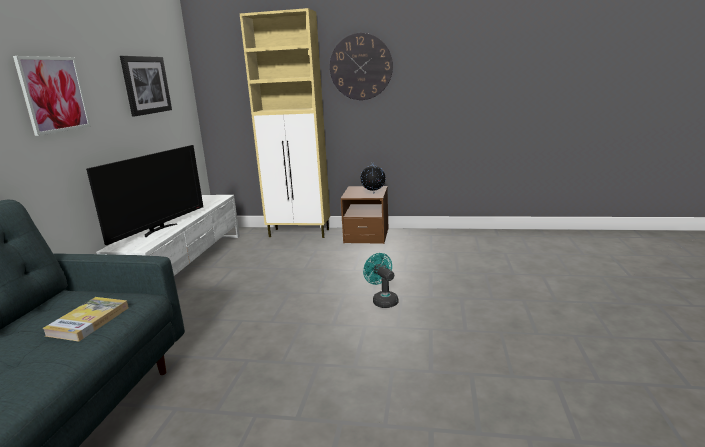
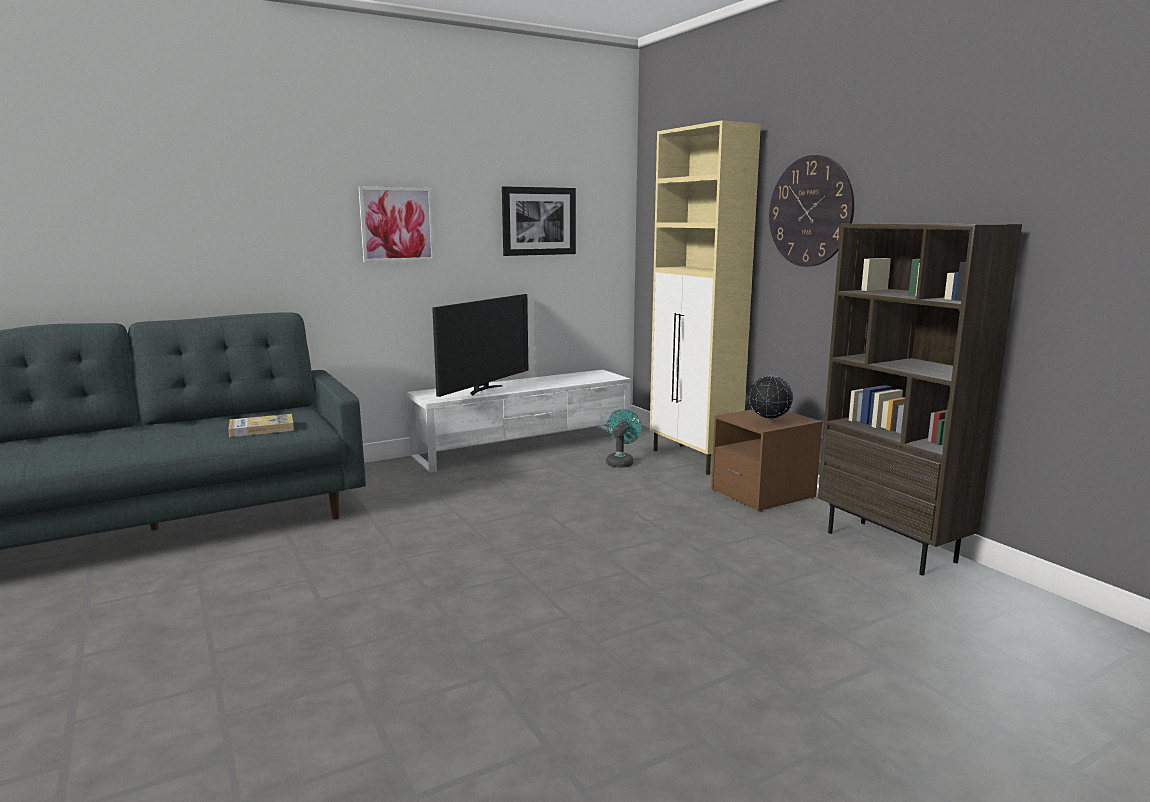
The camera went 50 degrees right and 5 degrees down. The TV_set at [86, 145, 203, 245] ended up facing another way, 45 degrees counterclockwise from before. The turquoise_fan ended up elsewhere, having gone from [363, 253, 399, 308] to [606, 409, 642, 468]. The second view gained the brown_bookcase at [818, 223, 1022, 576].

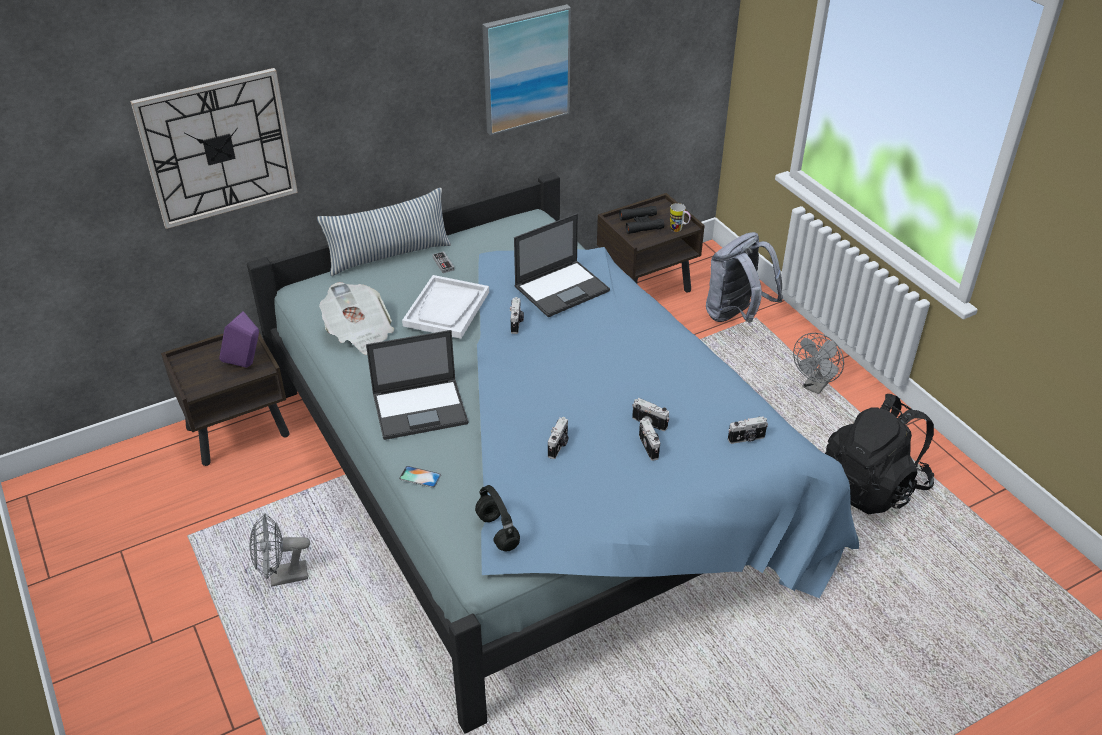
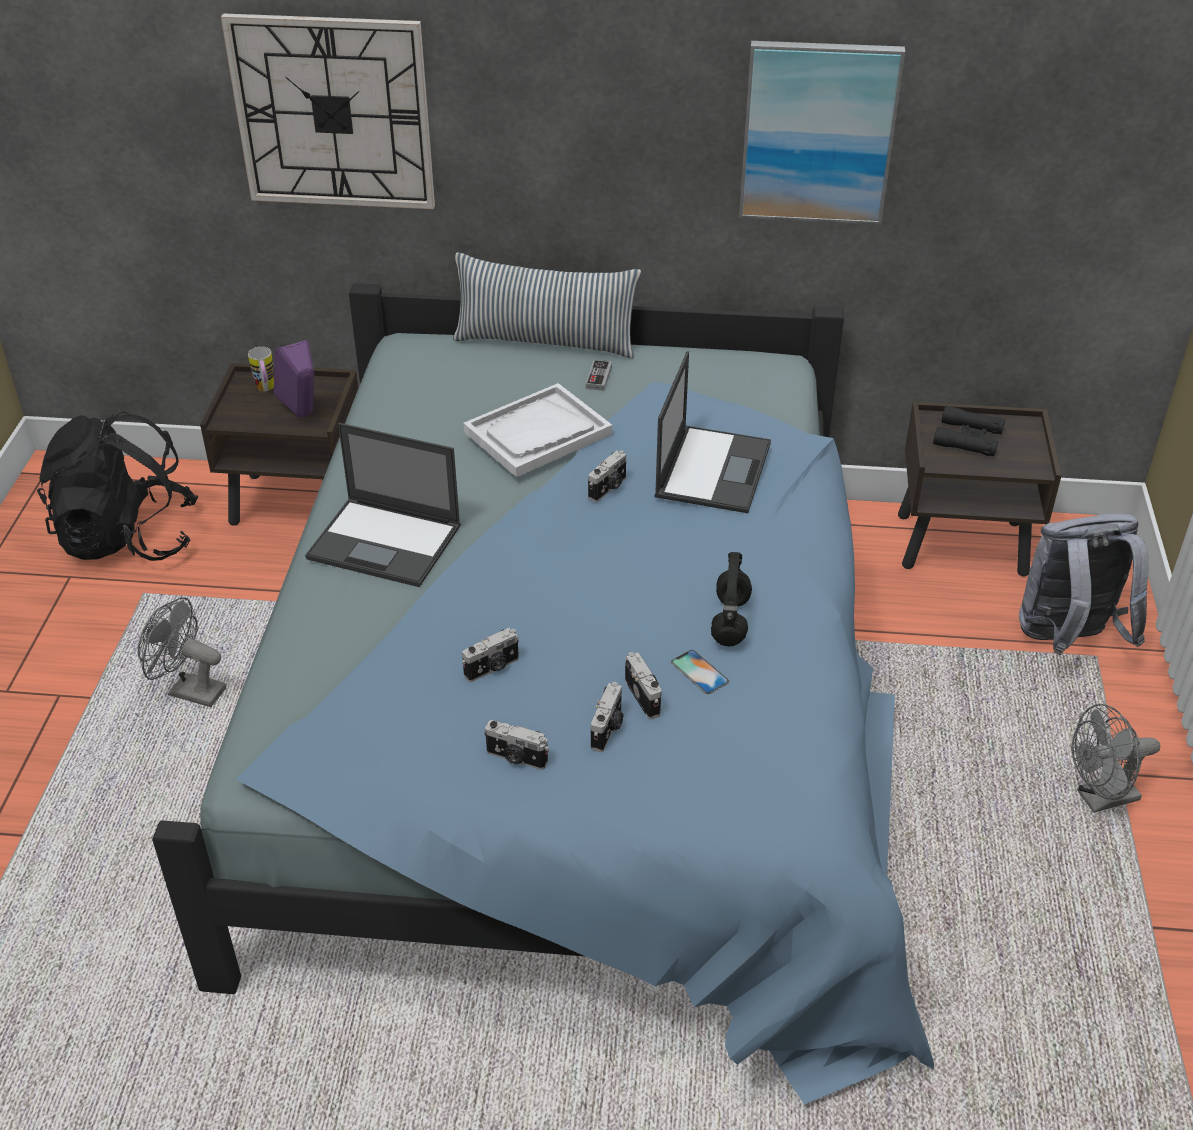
The camera went 35 degrees right and 0 degrees up. The blackish_rucksack ended up elsewhere, having gone from [825, 394, 934, 514] to [37, 412, 198, 561]. The tea_mug ended up elsewhere, having gone from [670, 203, 691, 232] to [248, 347, 274, 391]. The still_camera ended up elsewhere, having gone from [728, 416, 768, 444] to [485, 720, 549, 770]. The laptop at [514, 213, 610, 317] ended up facing another way, 75 degrees counterclockwise from before. The handset ended up elsewhere, having gone from [399, 466, 441, 488] to [671, 650, 729, 694]. The blackish_pair_of_headphones ended up elsewhere, having gone from [475, 485, 520, 551] to [711, 552, 752, 646]. The second view lost the printed_paper at [319, 282, 394, 355].

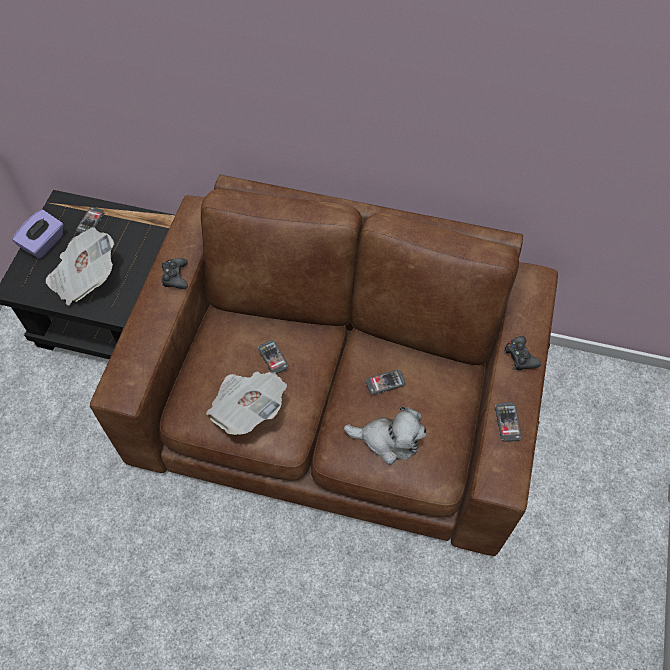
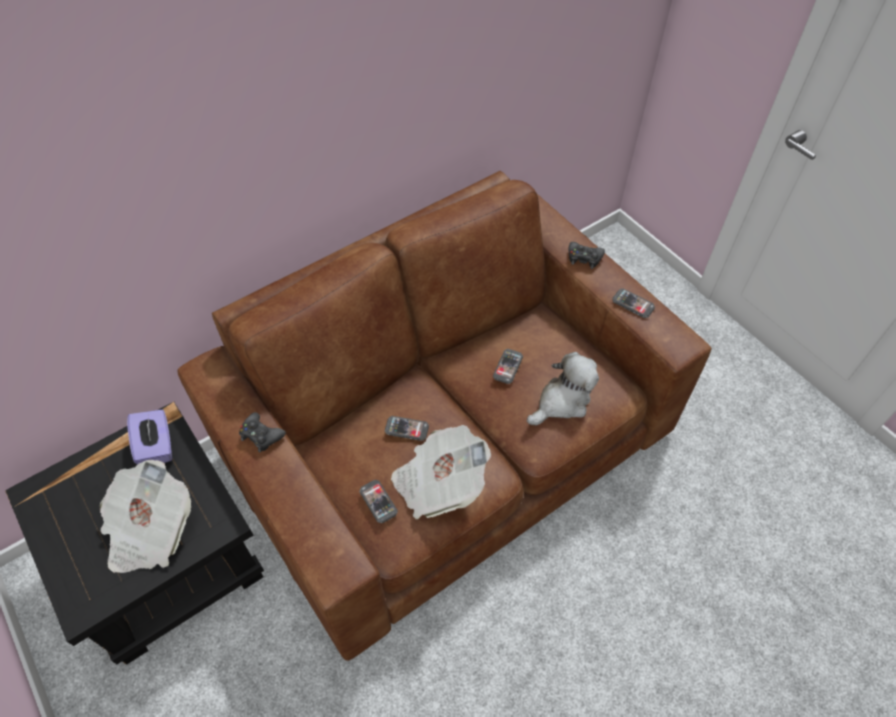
The camera went 50 degrees left and 5 degrees down. The purple-coloured_tissue_box ended up elsewhere, having gone from [12, 209, 63, 259] to [127, 410, 172, 465]. The handset ended up elsewhere, having gone from [76, 207, 104, 234] to [359, 480, 398, 523].

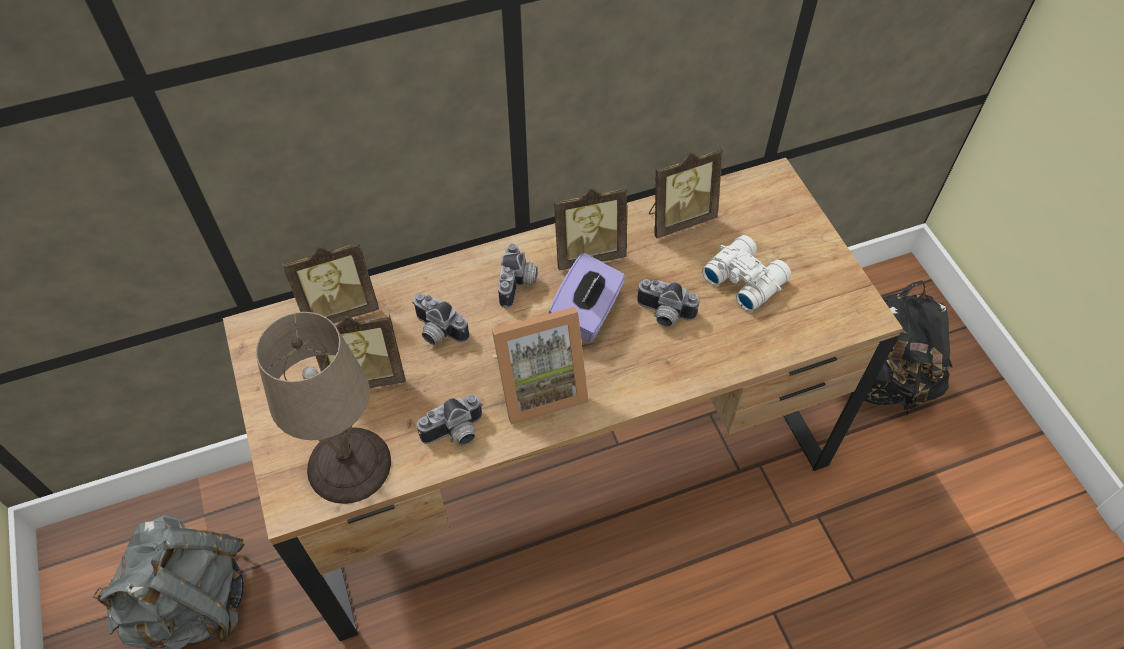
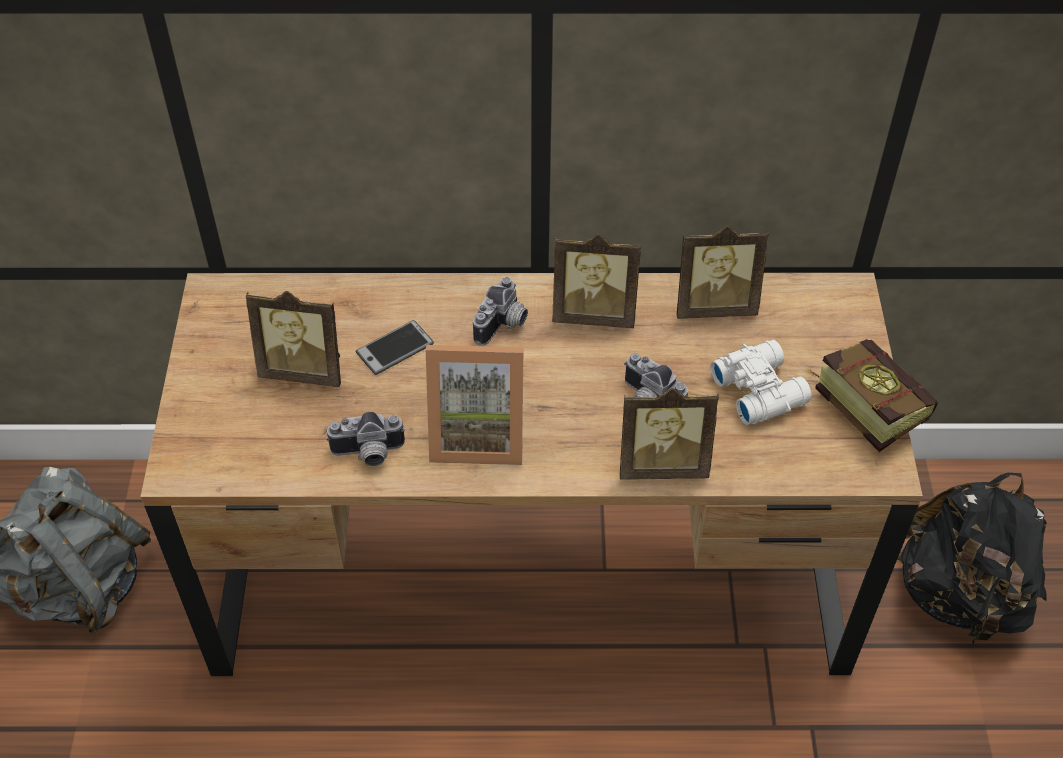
The camera went 20 degrees right and 5 degrees down. Where the still_camera stood at [412, 293, 469, 345], the handset came to stand at [356, 320, 434, 375]. The photo_frame ended up elsewhere, having gone from [282, 241, 379, 324] to [620, 388, 719, 480]. The second view gained the volume at [808, 339, 938, 452]. The second view lost the beige_lamp_for_a_table at [256, 312, 391, 504]. The second view lost the purple-coloured_tissue_box at [549, 253, 625, 342].

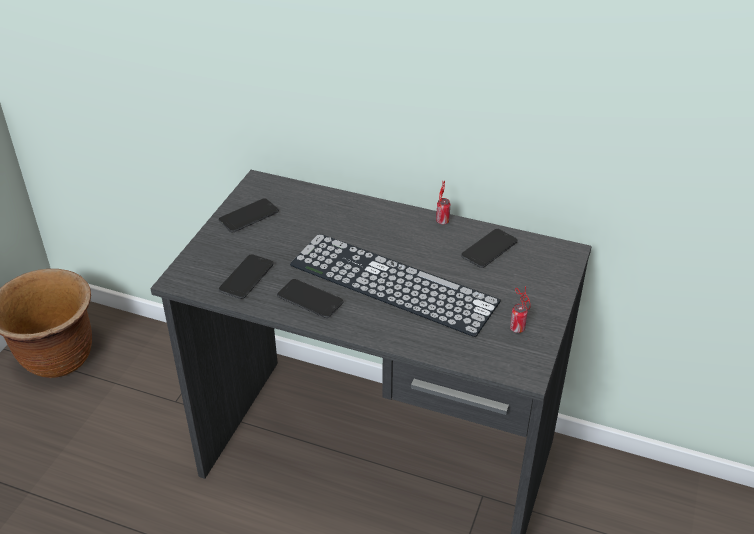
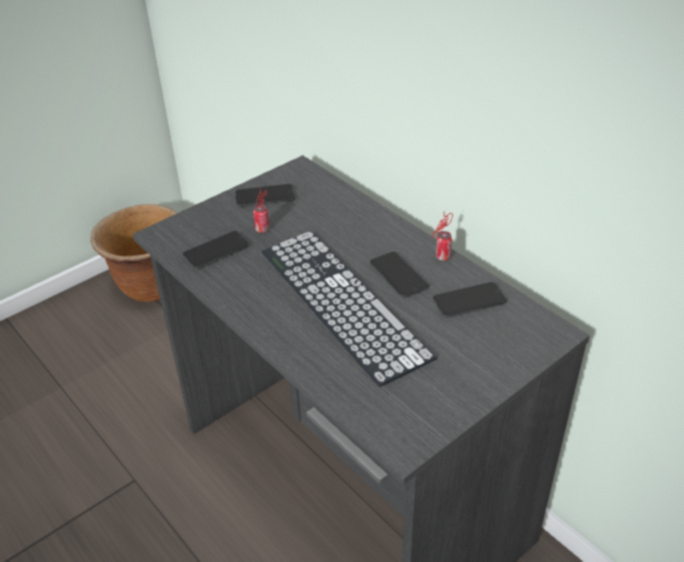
The camera went 30 degrees right and 0 degrees up. The sealed_can ended up elsewhere, having gone from [510, 286, 531, 333] to [253, 188, 269, 233]. The handset ended up elsewhere, having gone from [277, 279, 344, 318] to [370, 252, 429, 298].

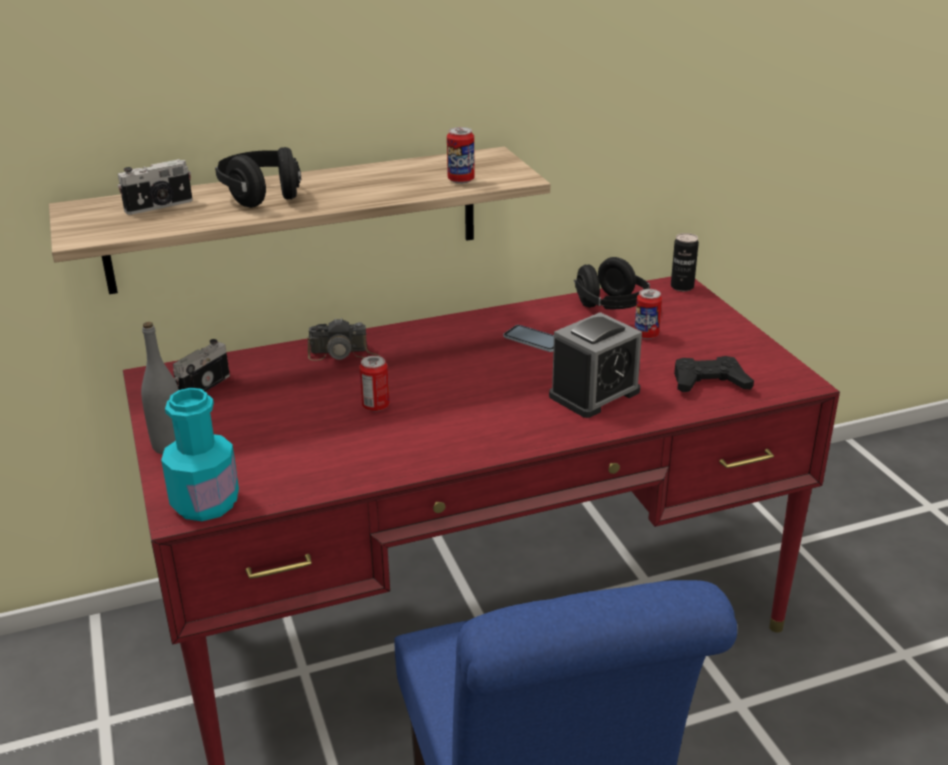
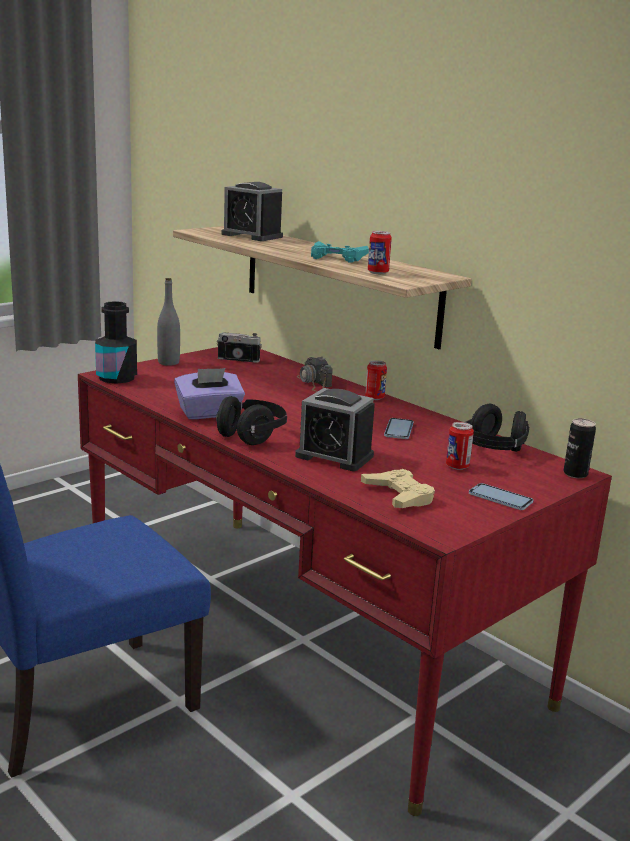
The camera went 65 degrees right and 10 degrees down. What was the turquoise_beverage_bottle at [161, 388, 239, 521] turned into the blackish_beverage_bottle at [95, 301, 137, 384]. The second view gained the purple-coloured_tissue_box at [174, 368, 245, 419]. The blackish_pair_of_headphones ended up elsewhere, having gone from [215, 147, 301, 208] to [216, 396, 287, 445]. Where the still_camera stood at [117, 159, 193, 215], the alarm_clock came to stand at [222, 182, 283, 241]. The second view gained the turquoise_game_controller at [311, 241, 369, 263]. What was the blackish_game_controller at [674, 356, 754, 392] turned into the beige_game_controller at [361, 469, 435, 508]. The sealed_can ended up elsewhere, having gone from [359, 356, 389, 412] to [365, 360, 387, 400]. The second view gained the handset at [469, 483, 533, 510].

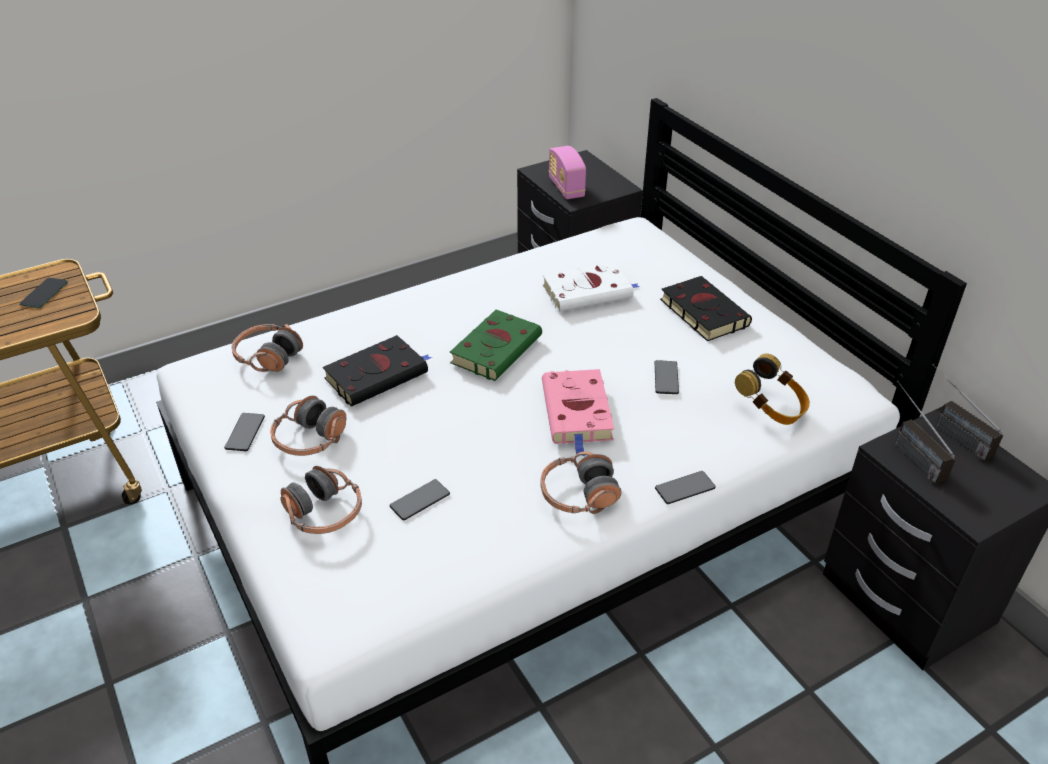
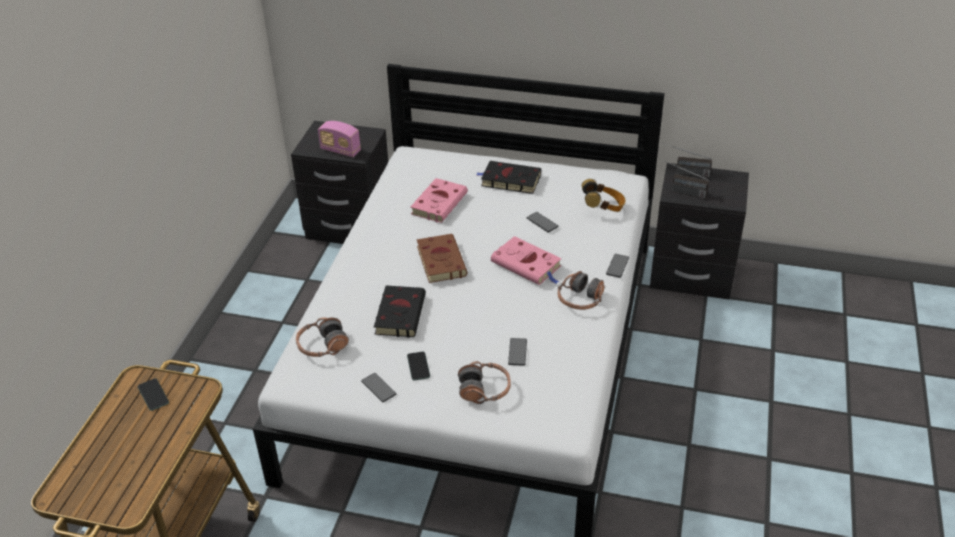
The camera went 45 degrees left and 0 degrees up. Where the pair_of_headphones stood at [270, 396, 346, 456], the handset came to stand at [407, 352, 430, 381]. What was the whitish_volume at [543, 262, 640, 312] turned into the pink_volume at [411, 178, 468, 223]. What was the green_volume at [450, 310, 542, 381] turned into the brown_volume at [417, 234, 467, 283].

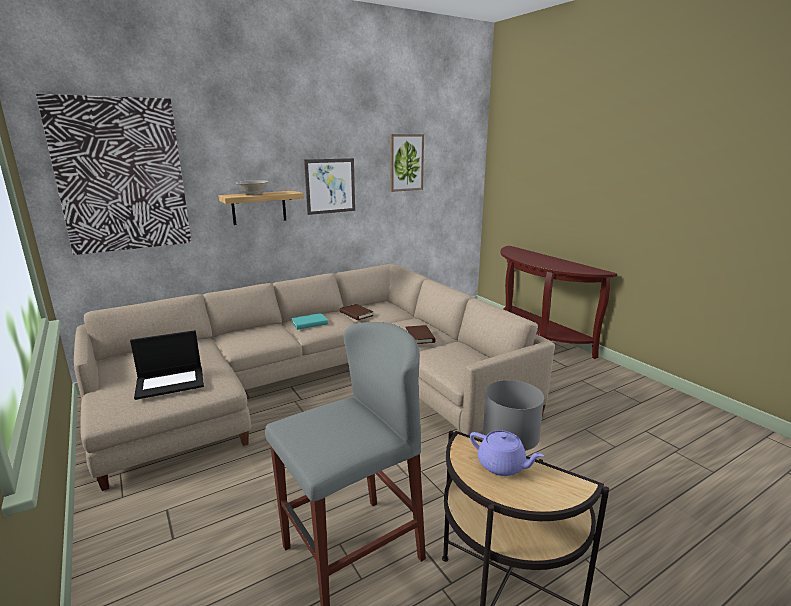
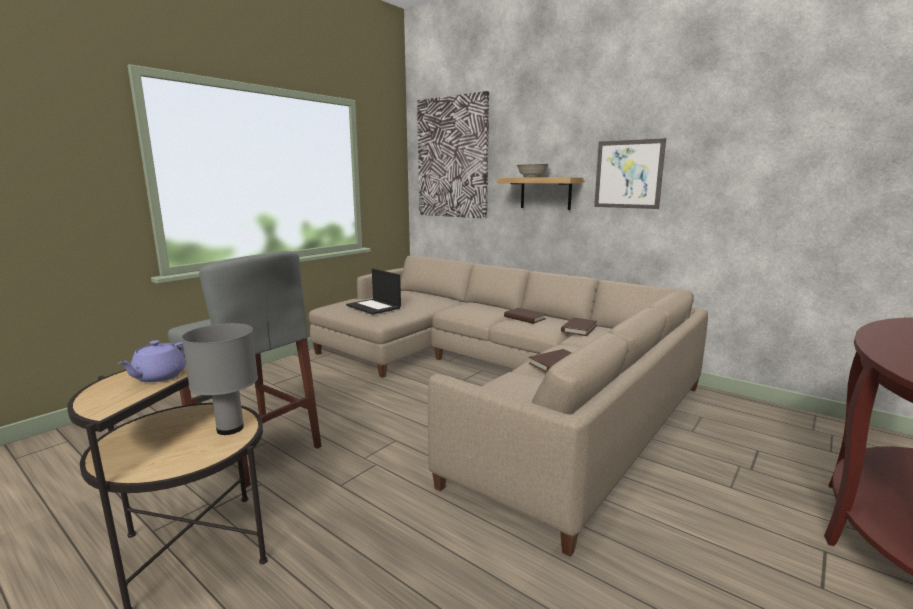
The camera went 70 degrees right and 5 degrees down. What was the turquoise_volume at [291, 313, 328, 330] turned into the brown_volume at [504, 308, 546, 324]. The second view lost the wall_art at [390, 134, 424, 192].

